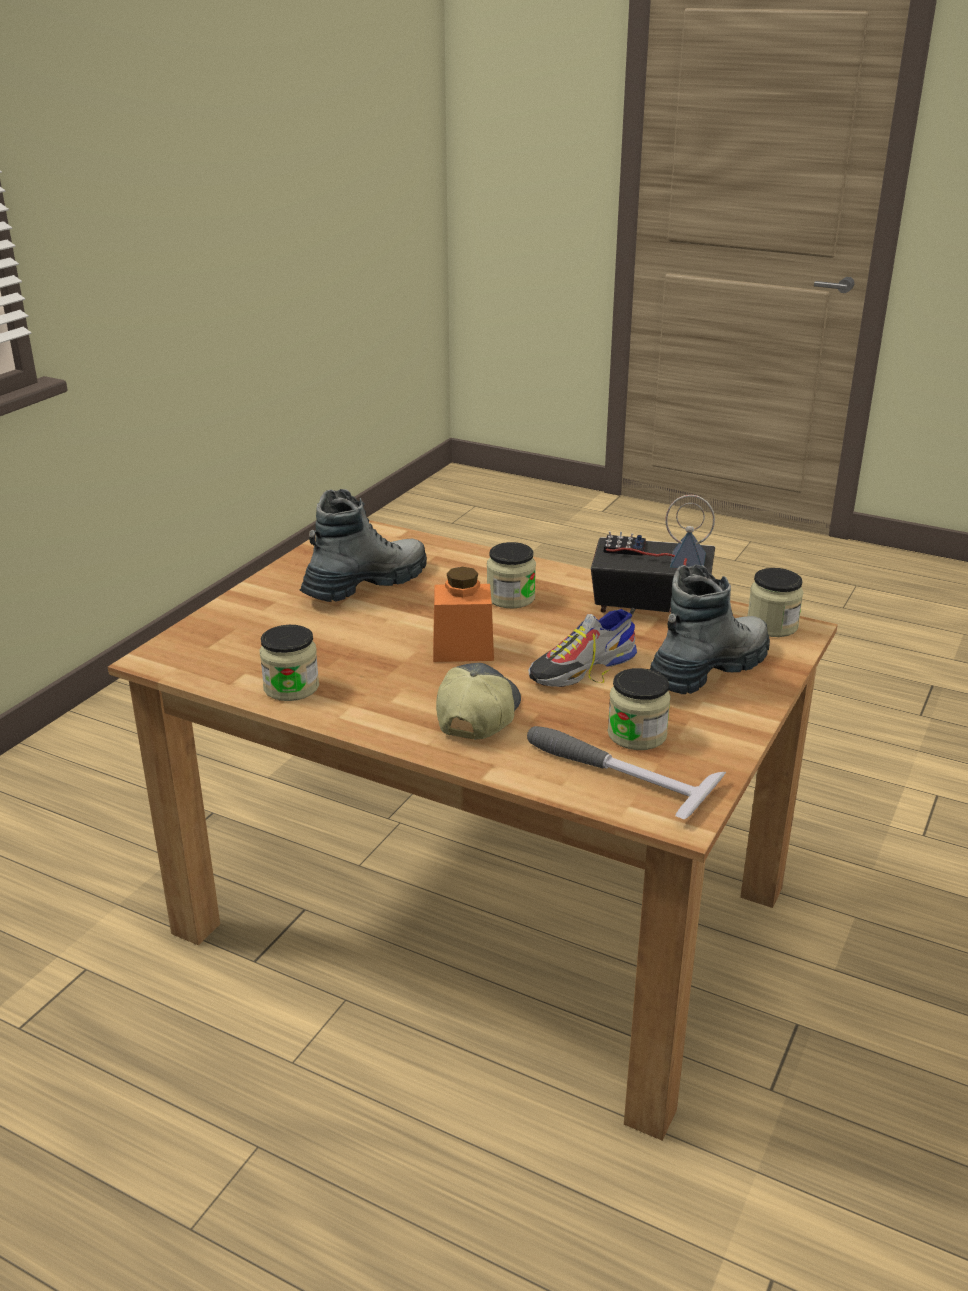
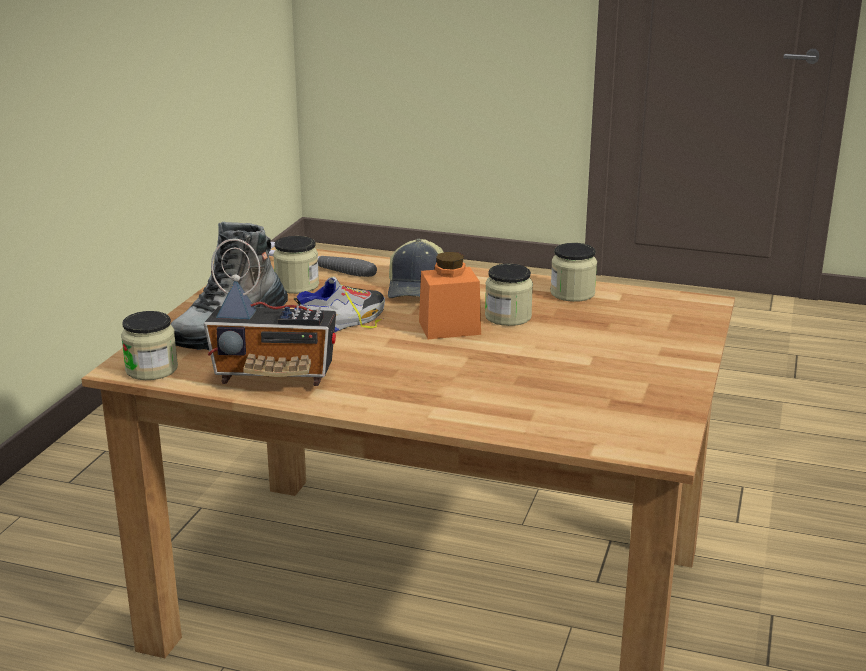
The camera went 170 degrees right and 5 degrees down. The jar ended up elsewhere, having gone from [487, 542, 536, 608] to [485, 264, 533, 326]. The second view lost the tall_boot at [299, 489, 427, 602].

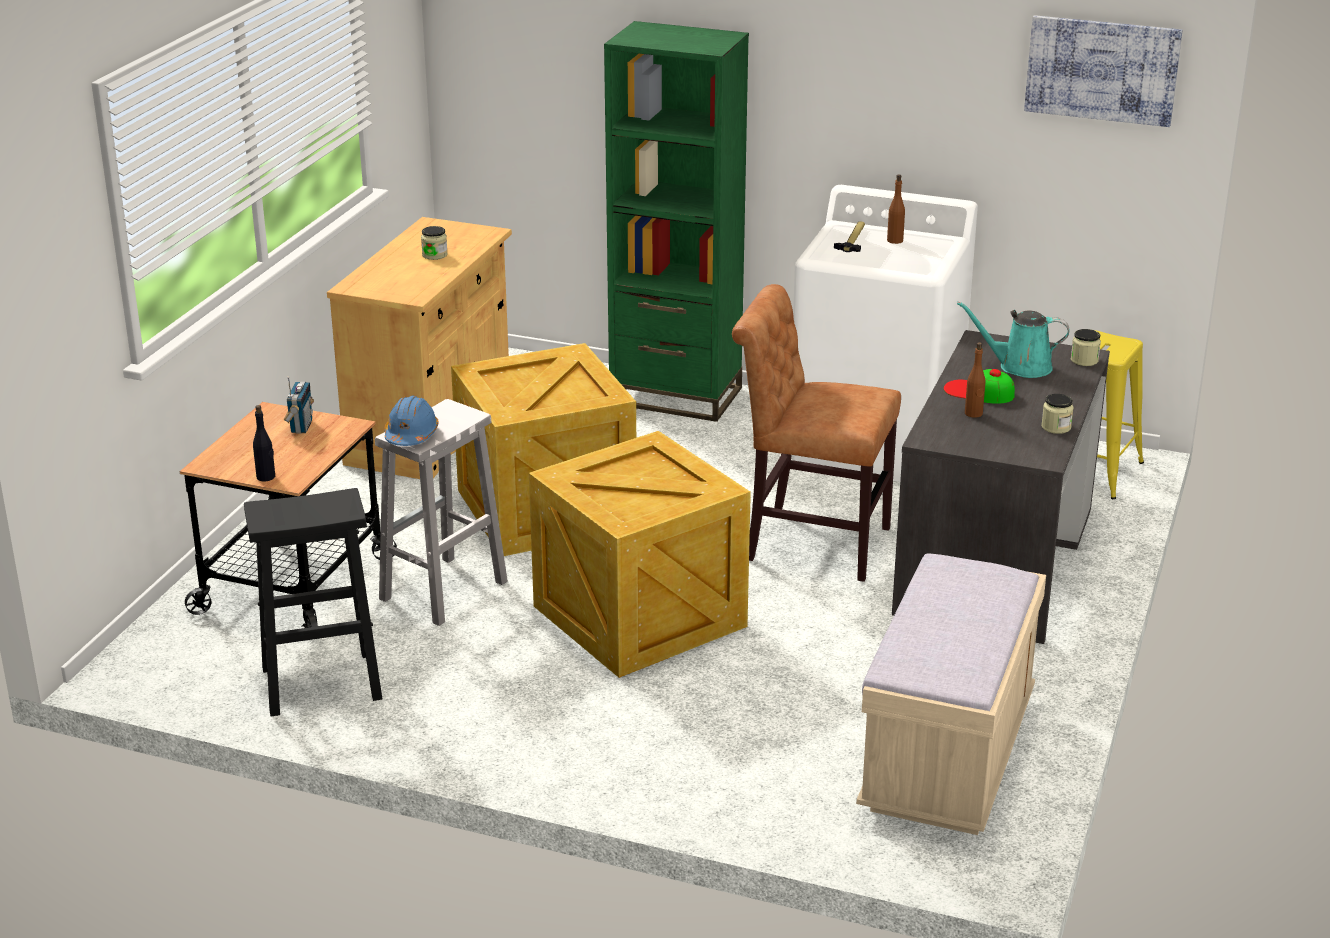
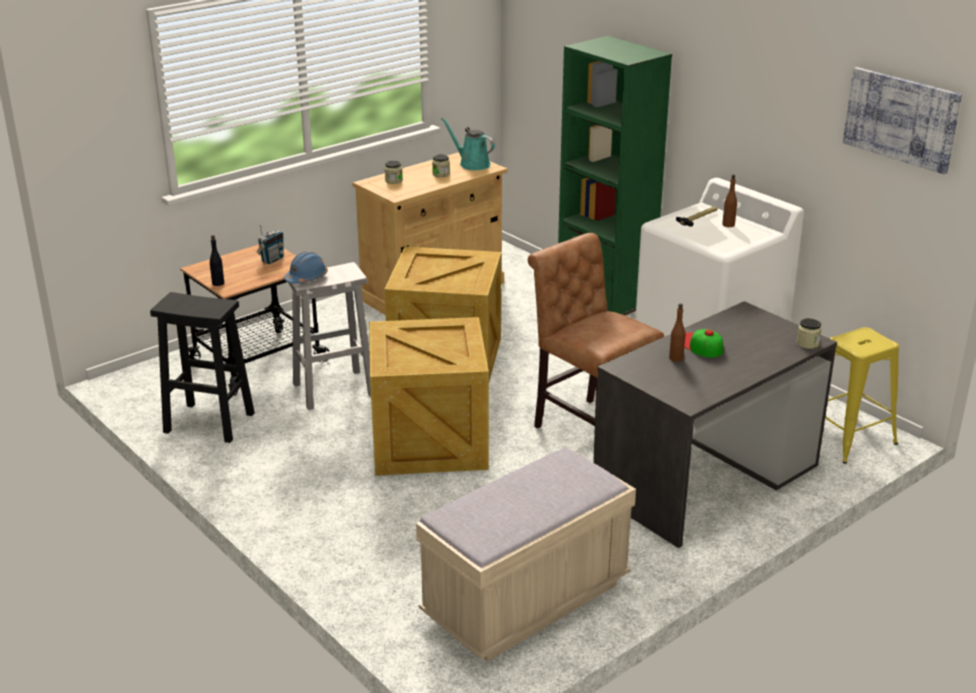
The camera went 30 degrees right and 0 degrees up. The jar ended up elsewhere, having gone from [1041, 394, 1074, 434] to [385, 161, 403, 184]. The turquoise_watering_can ended up elsewhere, having gone from [957, 301, 1070, 378] to [441, 117, 495, 170].

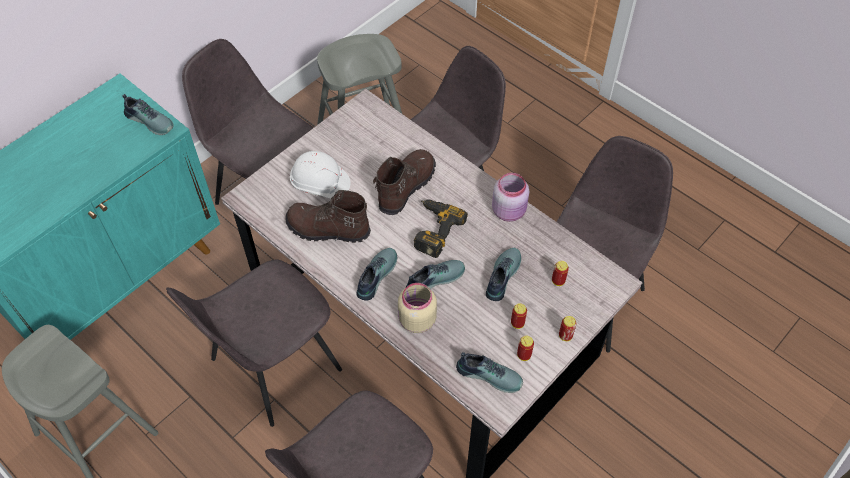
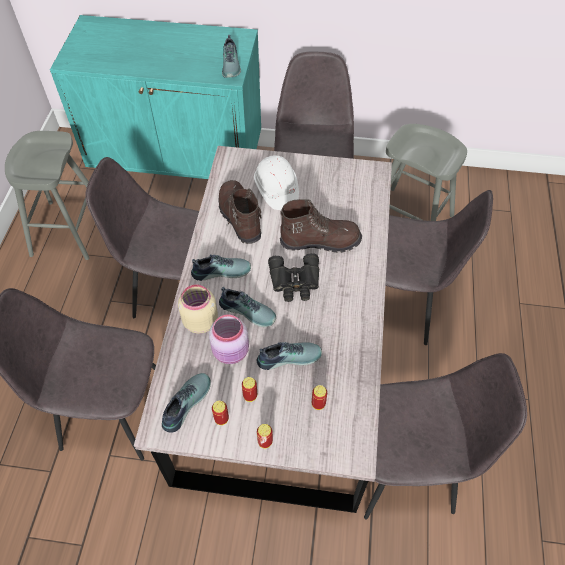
The camera went 55 degrees right and 0 degrees up. The item_of_footwear at [456, 352, 523, 393] ended up facing another way, 135 degrees counterclockwise from before. The pink_jar ended up elsewhere, having gone from [492, 173, 529, 222] to [209, 314, 249, 364]. Where the power_drill stood at [414, 199, 468, 258], the blackish_field_glasses came to stand at [268, 253, 319, 302].

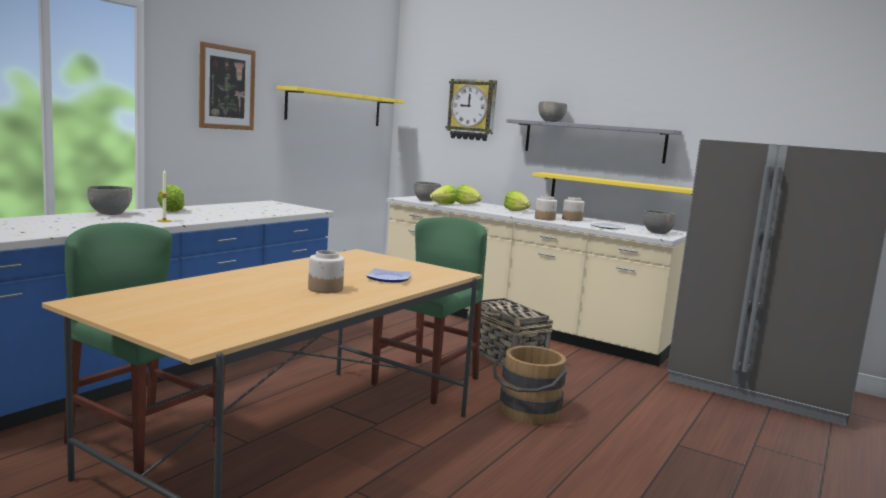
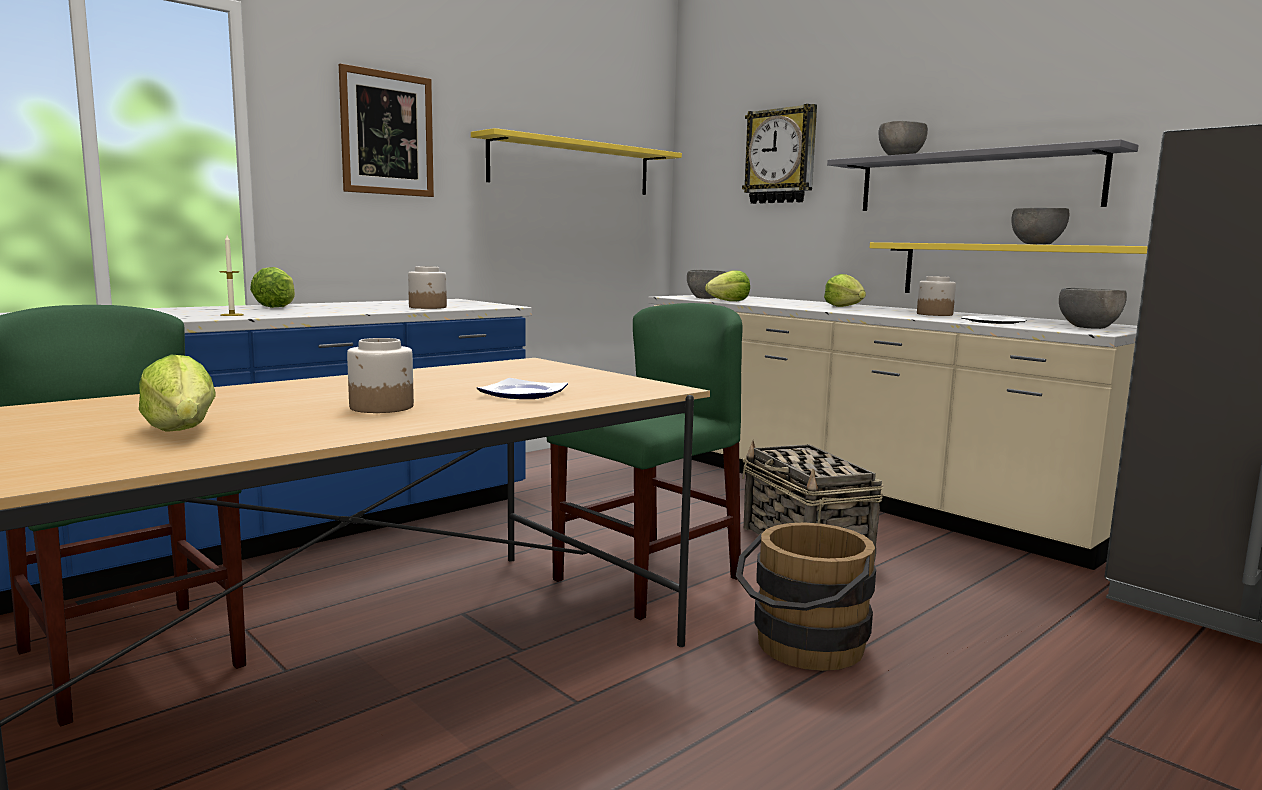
The camera went 15 degrees right and 0 degrees up. The head_of_lettuce ended up elsewhere, having gone from [456, 185, 482, 204] to [139, 354, 216, 432]. The jar ended up elsewhere, having gone from [535, 196, 557, 220] to [408, 266, 447, 309]. The gray_bowl ended up elsewhere, having gone from [87, 186, 132, 215] to [1011, 208, 1070, 244].

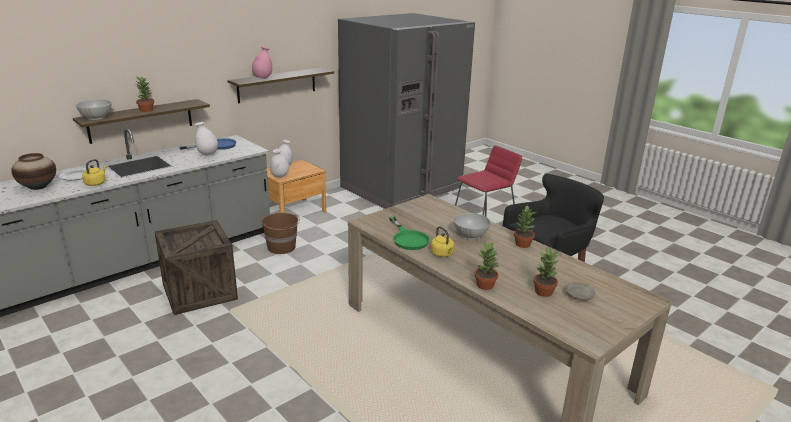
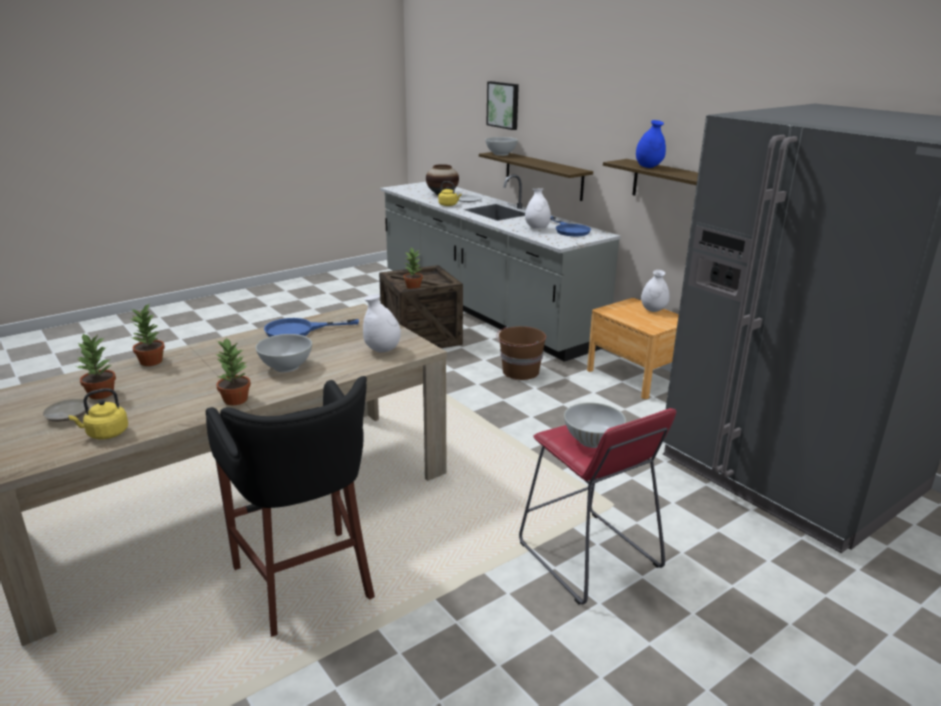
The camera went 95 degrees right and 0 degrees up. The yellowish_kettle ended up elsewhere, having gone from [430, 226, 455, 257] to [68, 388, 128, 439]. What was the green_frying_pan at [389, 217, 430, 250] turned into the bluish_frying_pan at [264, 318, 359, 337]. The whitish_decorative_vase ended up elsewhere, having gone from [270, 149, 289, 178] to [363, 294, 401, 353]. The houseplant ended up elsewhere, having gone from [136, 76, 154, 112] to [404, 247, 423, 289]. The second view gained the wall_art at [486, 81, 519, 130]. The second view gained the whitish_bowl at [564, 403, 626, 448]. What was the pink_decorative_vase at [252, 46, 272, 79] turned into the bluish_decorative_vase at [636, 120, 666, 168].

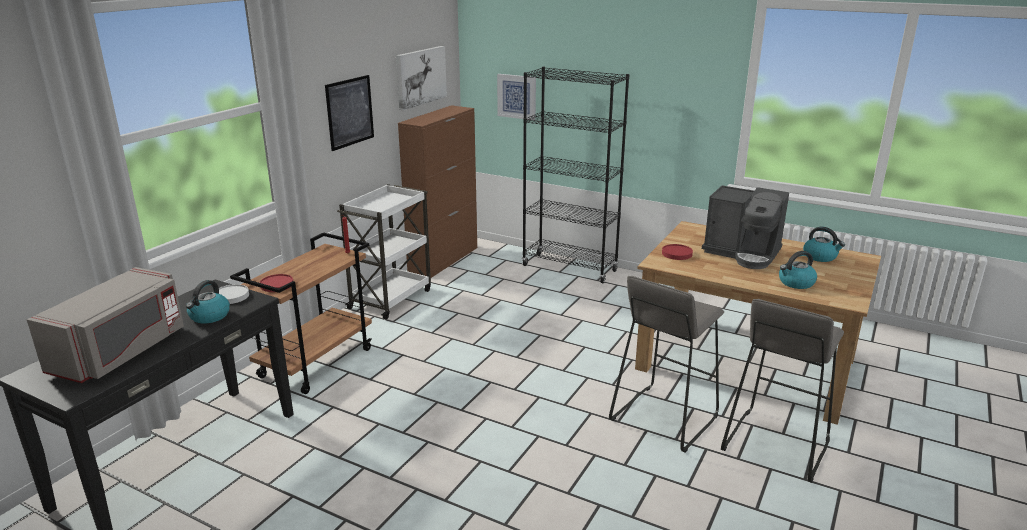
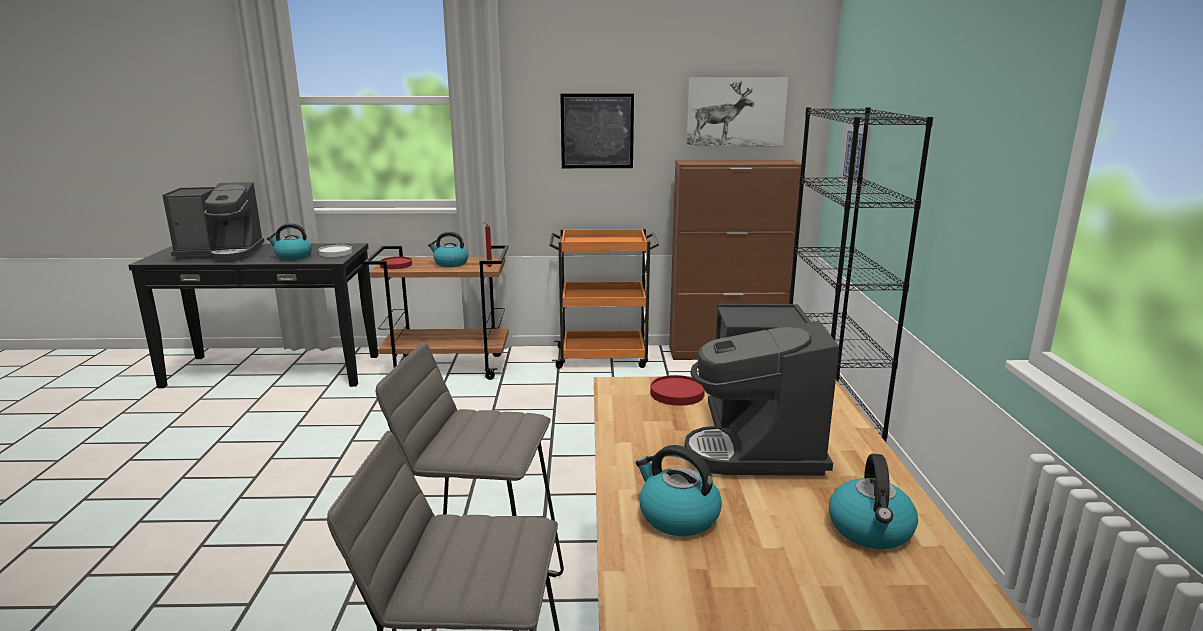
The camera went 60 degrees right and 5 degrees down. Where the gray_microwave stood at [27, 267, 184, 383], the coffee_maker came to stand at [162, 182, 264, 262]. The second view gained the kettle at [428, 232, 468, 267]. What was the whitish_trolley at [337, 184, 431, 320] turned into the orange_trolley at [549, 229, 659, 369].

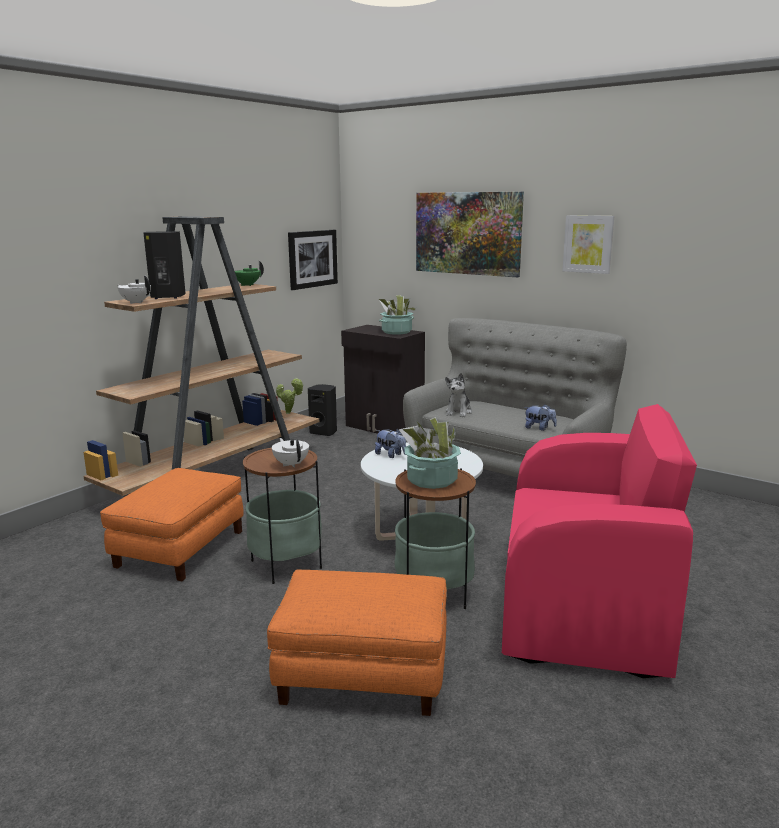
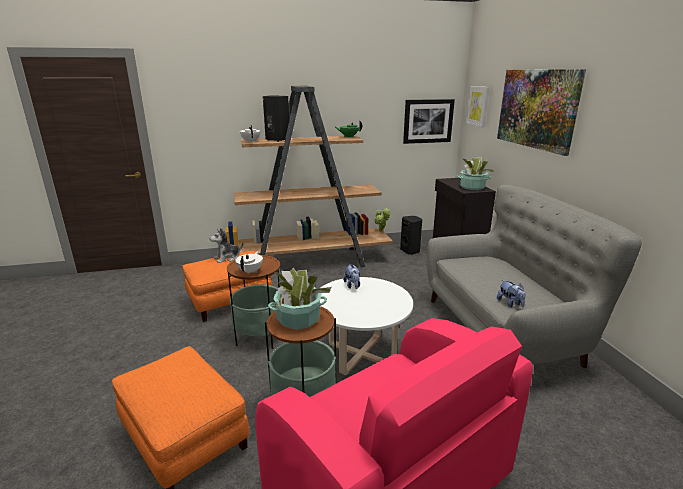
The camera went 40 degrees right and 5 degrees up. The soft_toy ended up elsewhere, having gone from [445, 373, 472, 417] to [209, 228, 243, 263]. The wall_art ended up elsewhere, having gone from [562, 215, 614, 274] to [466, 86, 489, 127].

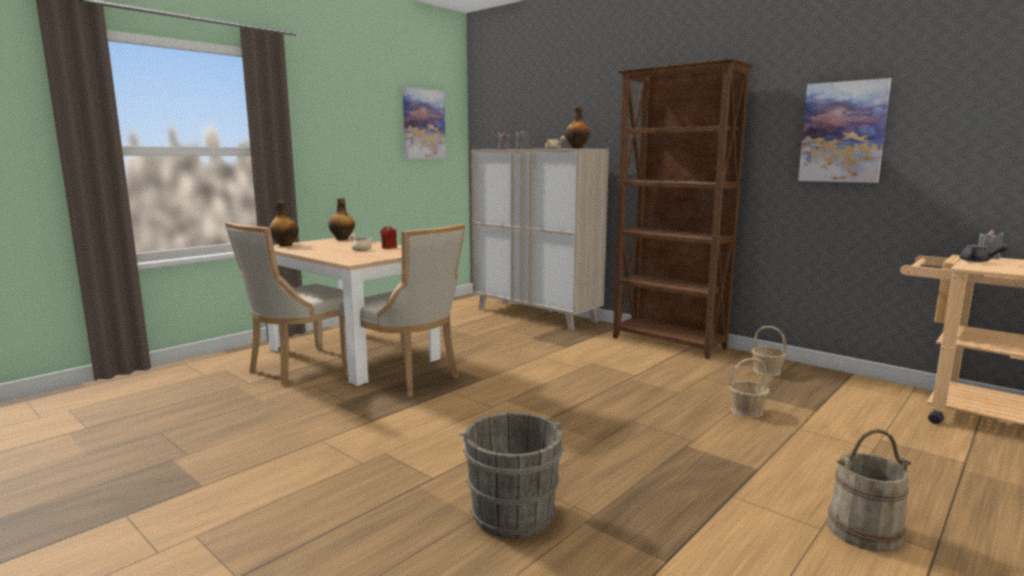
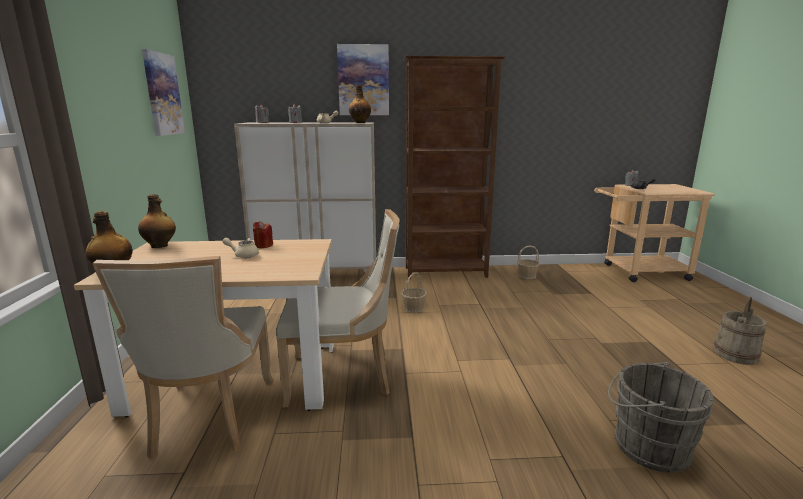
The camera went 45 degrees left and 5 degrees up. The wall_art ended up elsewhere, having gone from [798, 78, 891, 183] to [337, 44, 389, 115]. The household_basket ended up elsewhere, having gone from [729, 358, 770, 418] to [401, 272, 427, 313].

